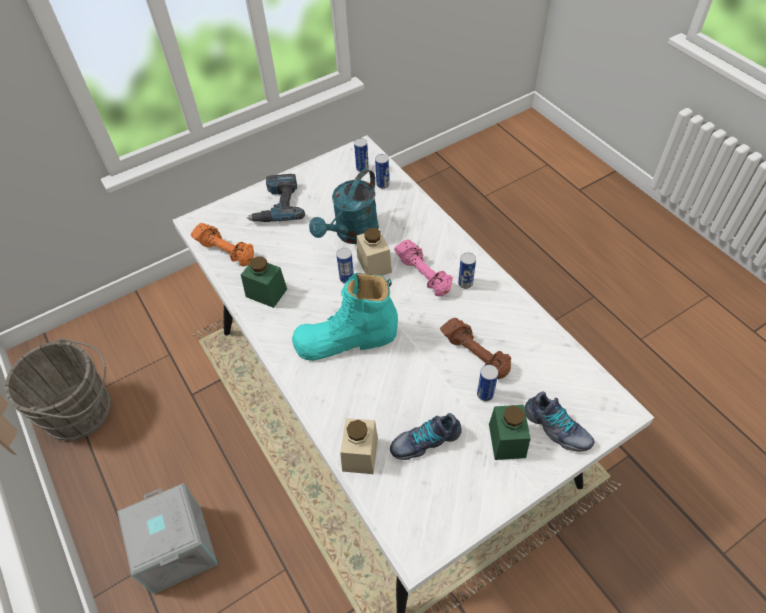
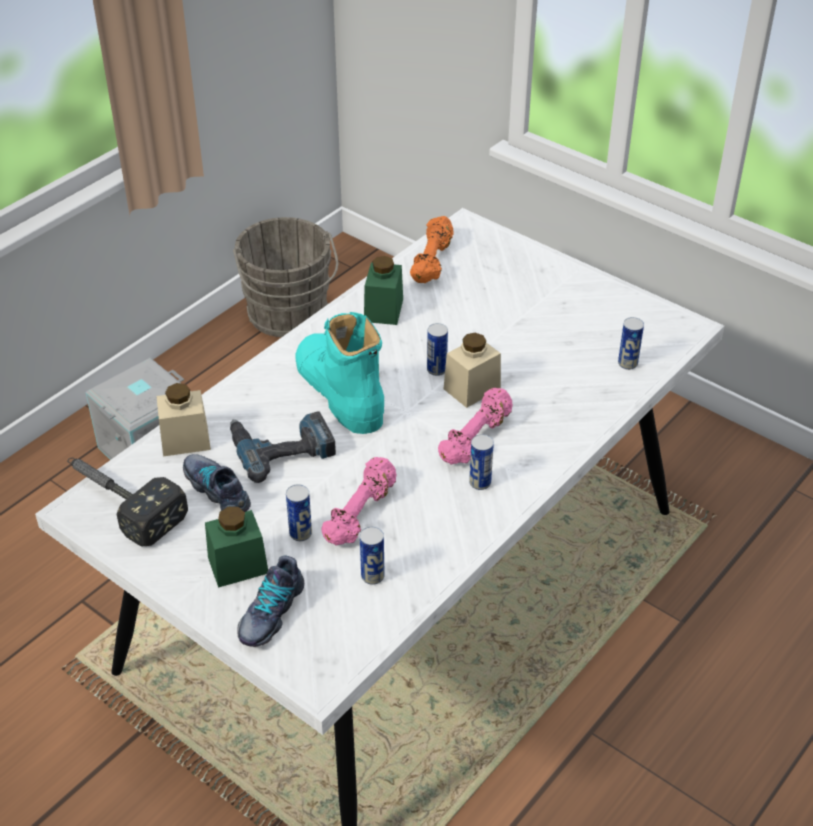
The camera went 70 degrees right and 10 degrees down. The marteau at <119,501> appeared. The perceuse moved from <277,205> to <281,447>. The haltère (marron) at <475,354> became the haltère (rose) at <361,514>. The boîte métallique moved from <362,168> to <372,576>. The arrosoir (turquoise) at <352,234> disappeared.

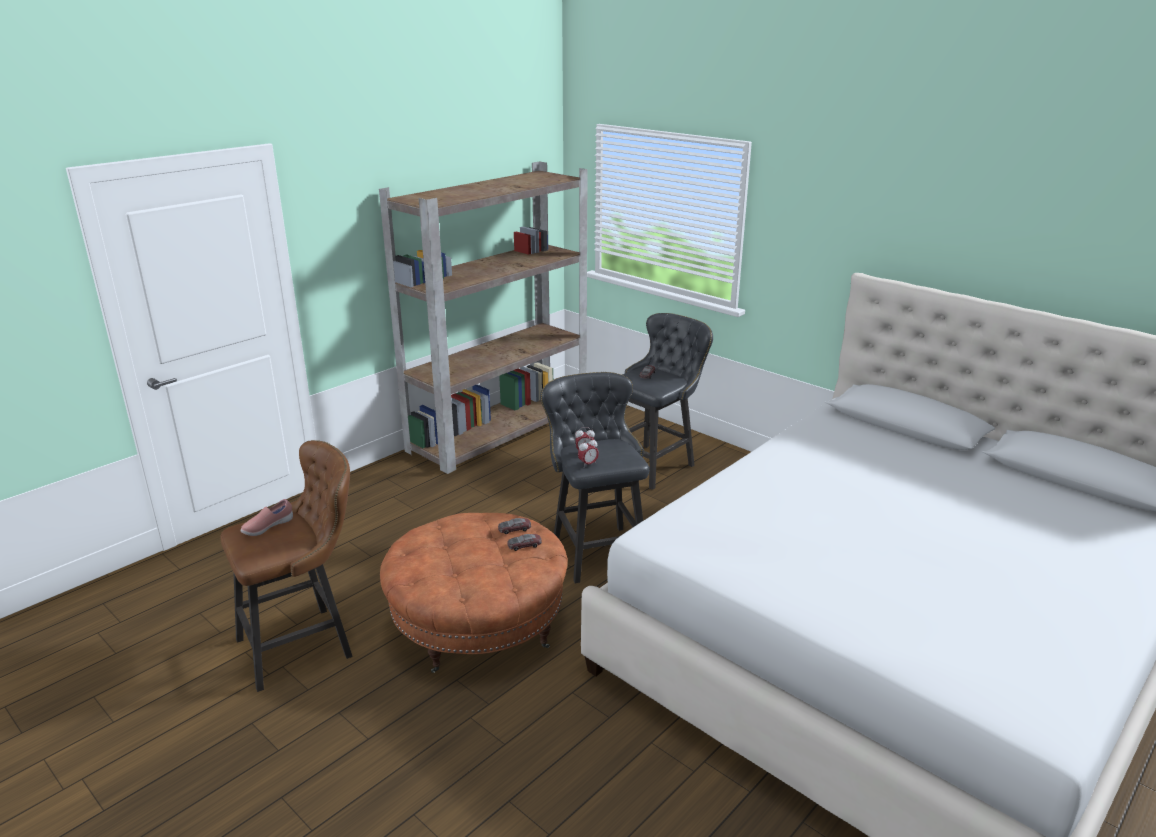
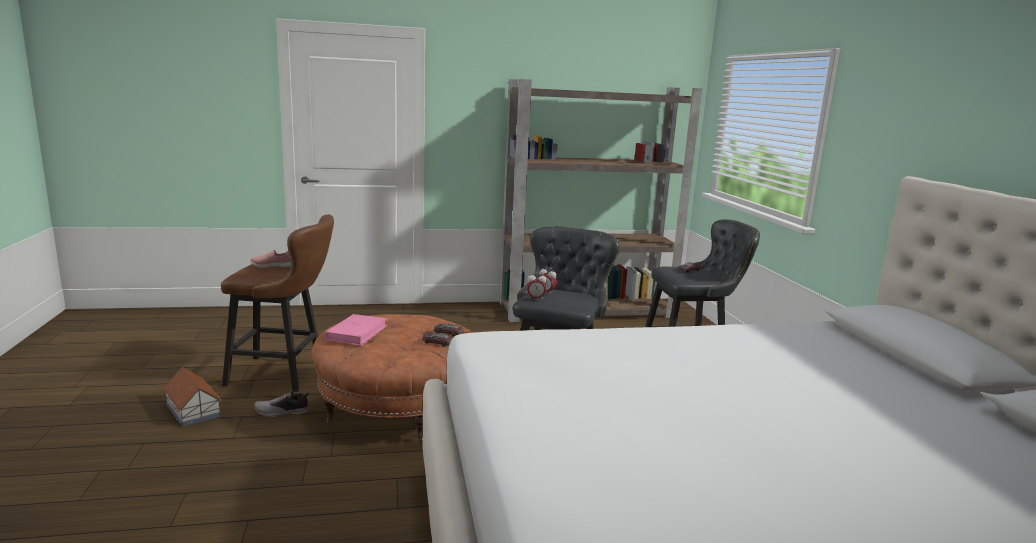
The camera went 35 degrees right and 10 degrees down. The maison miniature at <193,410> appeared. The chaussure at <282,412> appeared. The livre (rose) at <357,333> appeared.

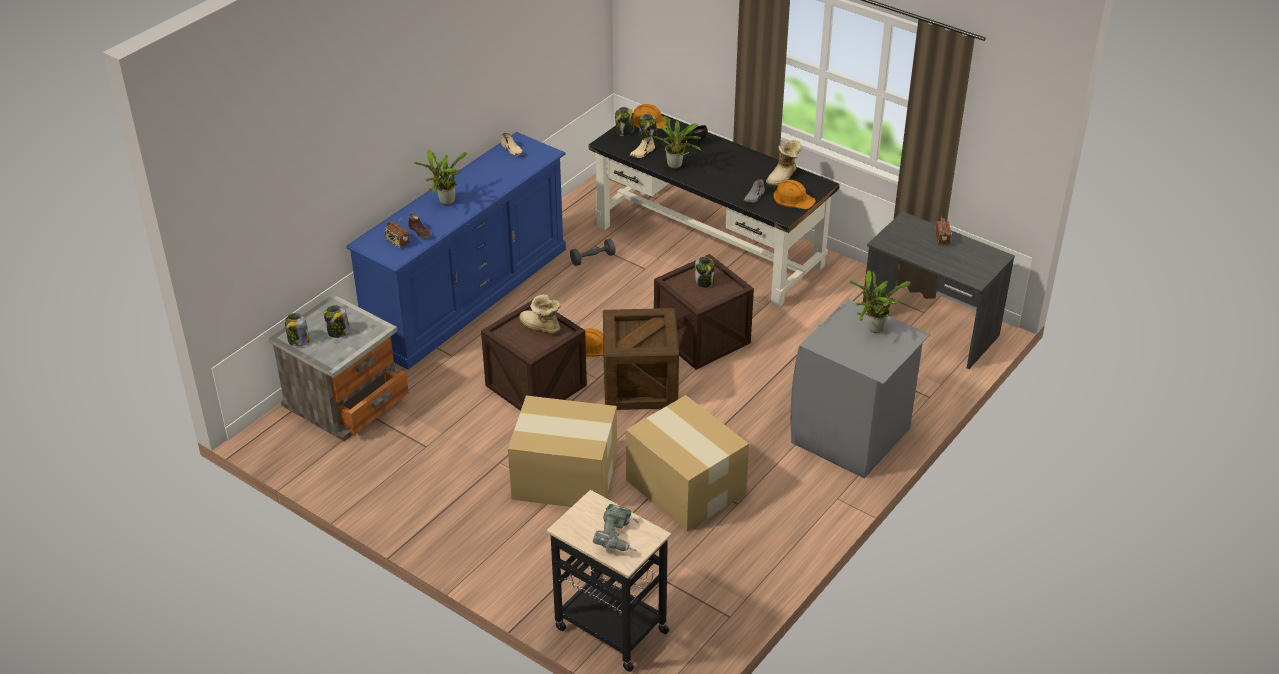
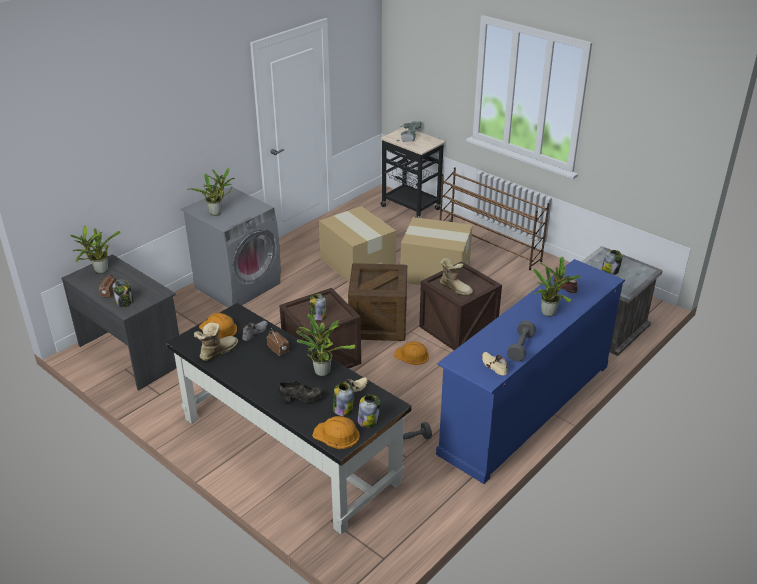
The camera went 175 degrees left and 5 degrees down. The plante en pot at <99,271> appeared. The bocal moved from <298,340> to <125,302>. The radio moved from <397,242> to <278,349>. The étagère à chaussures (marron) at <489,246> appeared. The haltère (gris) at <520,347> appeared.

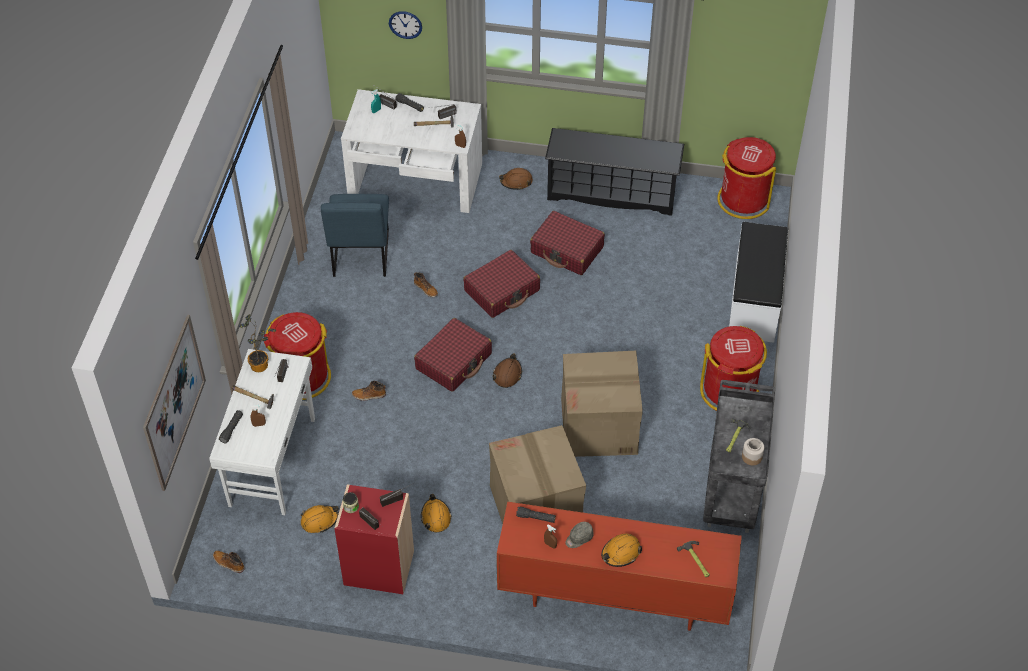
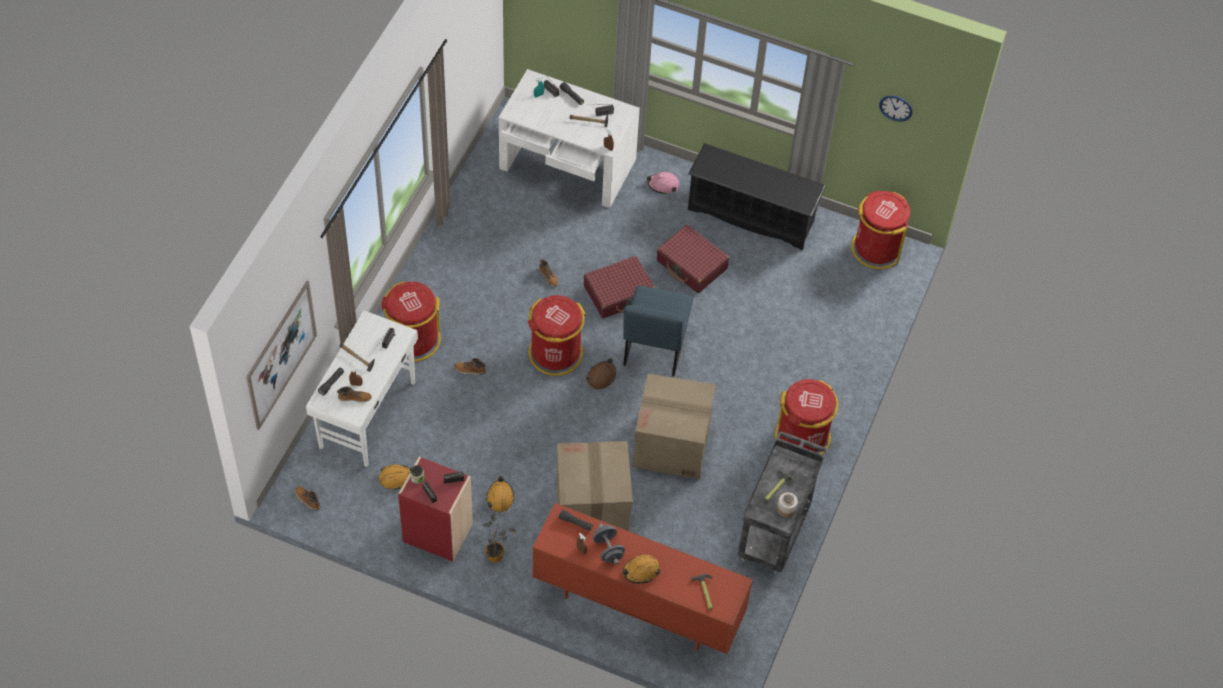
The camera went 10 degrees right and 5 degrees up. The botte at <355,397> appeared. The plante en pot moved from <262,364> to <497,555>. The valise (rouge) at <454,361> was replaced by the poubelle (rouge) at <555,353>. The casquette (gris) at <579,538> was replaced by the haltère (gris) at <608,549>. The chaise (bleu) moved from <360,255> to <654,347>. The casque de chantier (marron) at <516,182> became the casque de chantier (rose) at <663,185>. The horloge murale moved from <405,24> to <896,108>. The banc (blanc) at <755,300> disappeared.

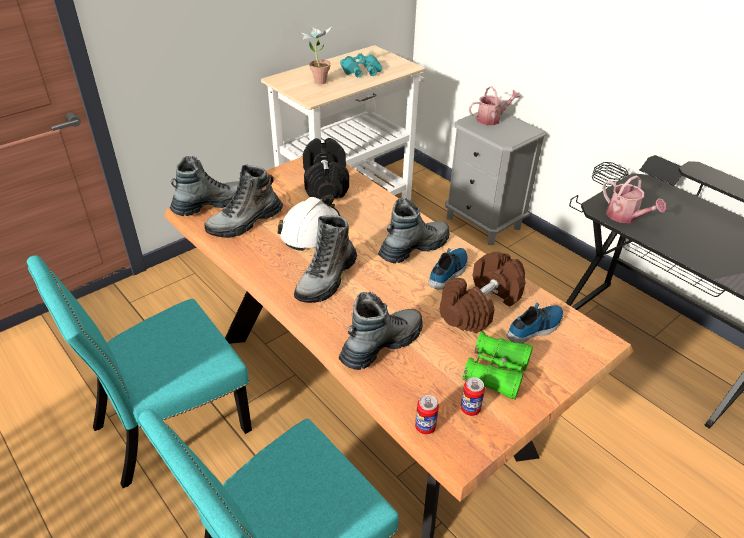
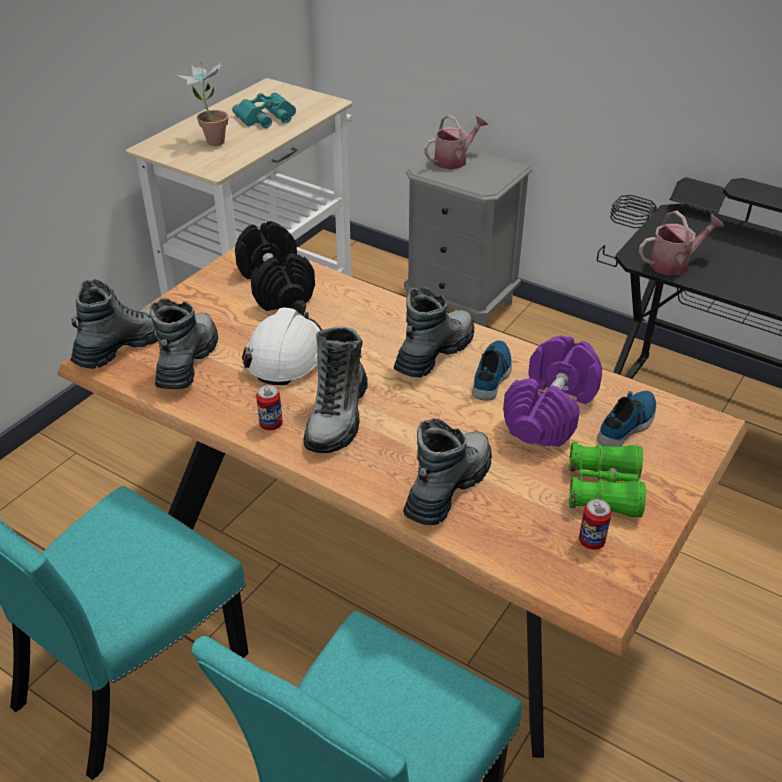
The camera went 15 degrees left and 0 degrees up. The botte at <245,222> turned 150 degrees clockwise. The boîte métallique moved from <425,427> to <271,425>. The haltère (marron) at <480,306> became the haltère (violet) at <549,411>. The arrosoir at <625,217> turned 60 degrees counterclockwise.

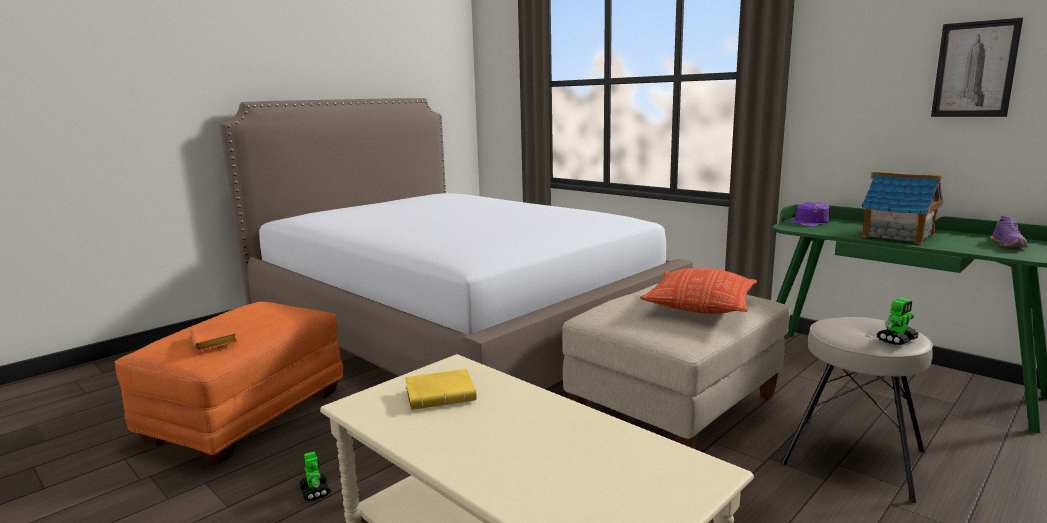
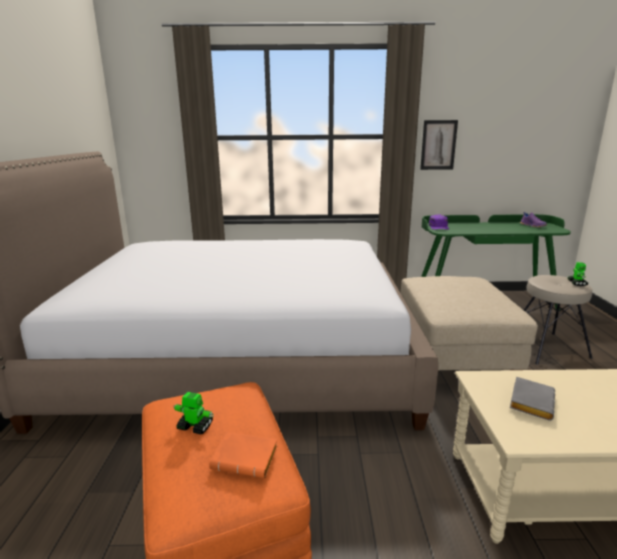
The camera went 45 degrees left and 5 degrees up. The robot jouet moved from <315,491> to <195,426>. The tableau moved from <975,69> to <438,145>. The livre (jaune) at <442,395> became the livre (gris) at <530,401>. The coussin (orange) at <700,307> disappeared. The maison miniature at <898,236> disappeared.

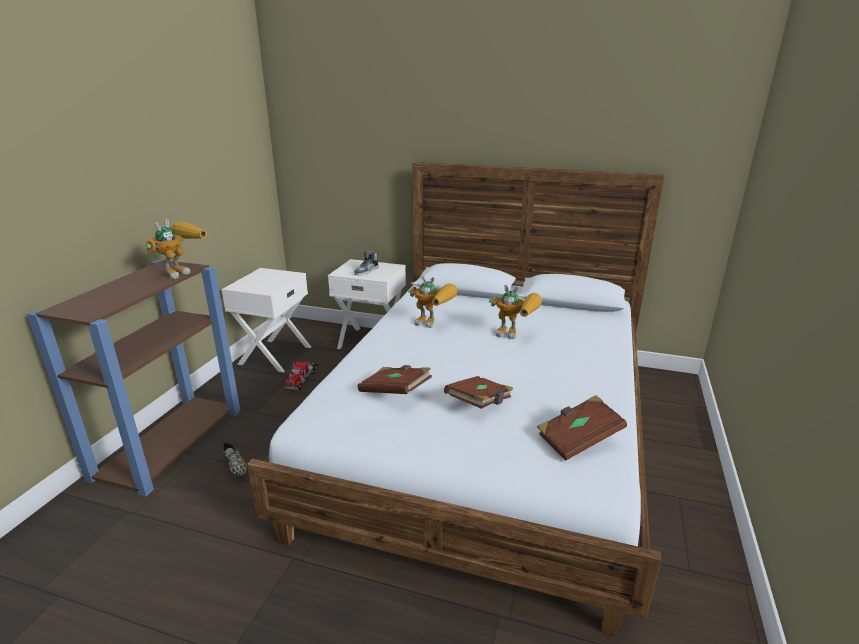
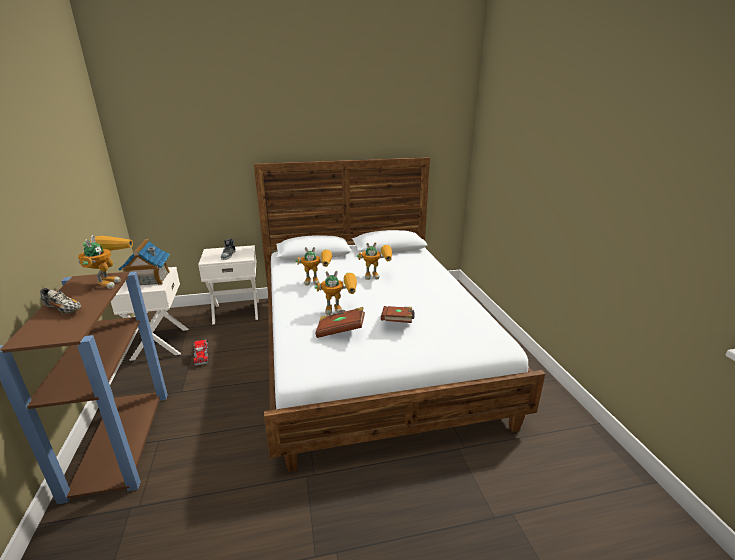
The camera went 30 degrees left and 0 degrees up. The chaussure moved from <235,467> to <64,309>. The maison miniature at <149,279> appeared. The robot jouet at <340,309> appeared. The livre (marron) at <578,439> disappeared.

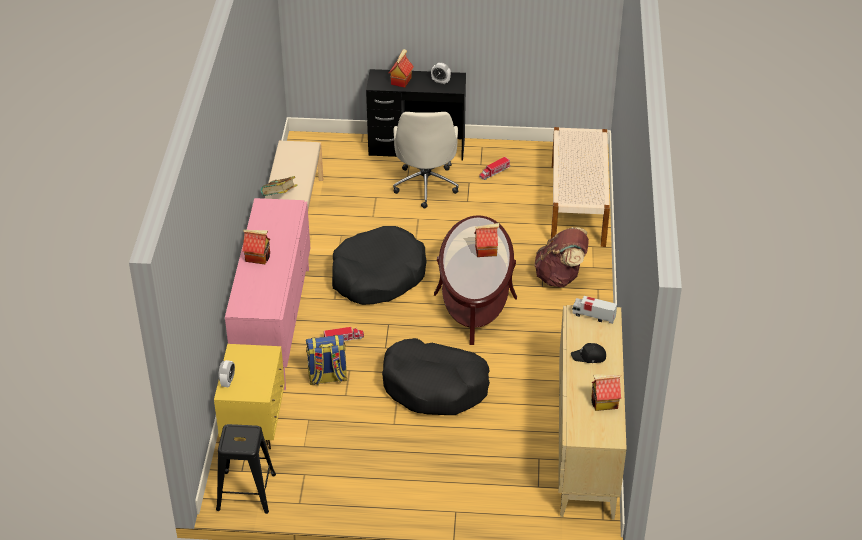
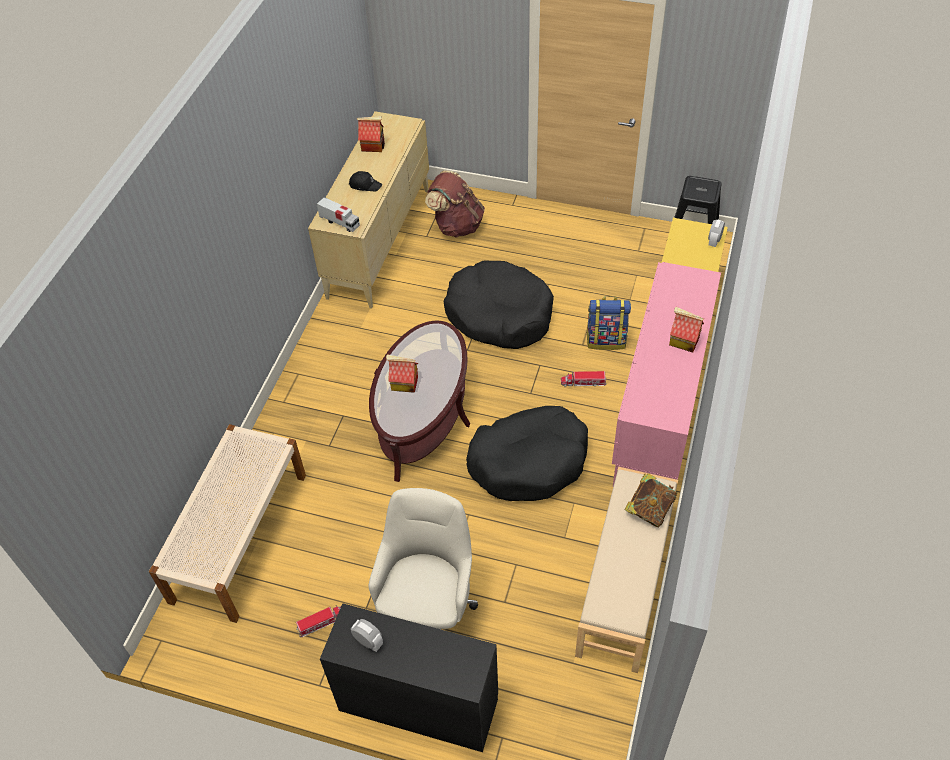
The camera went 165 degrees left and 10 degrees up. The sac à dos (marron) moved from <560,277> to <456,225>. The maison miniature at <401,81> disappeared.

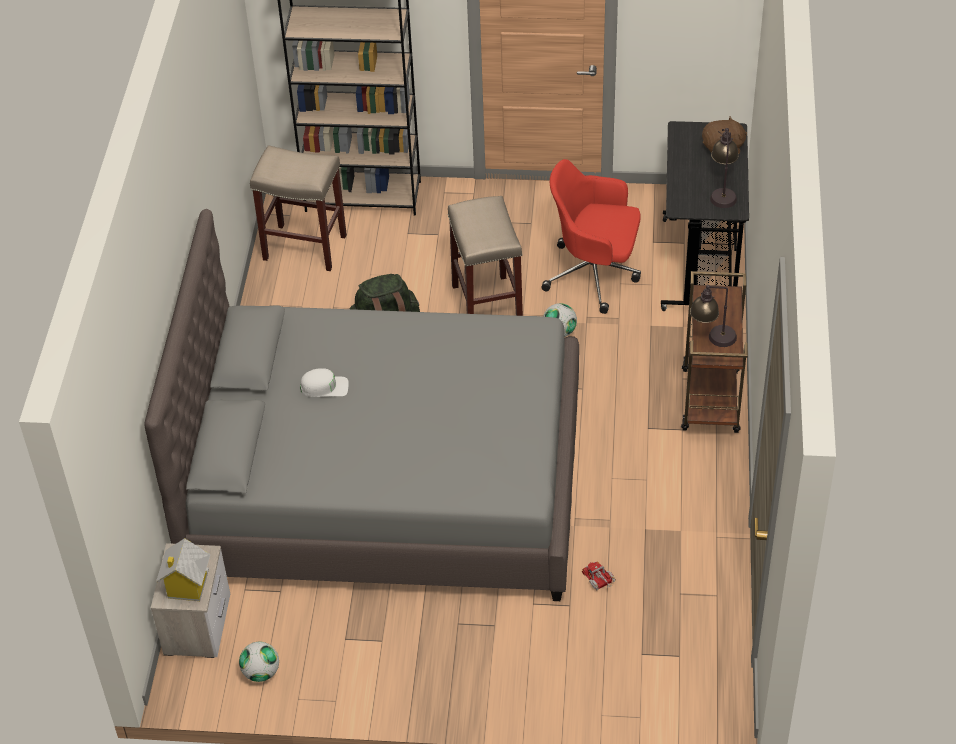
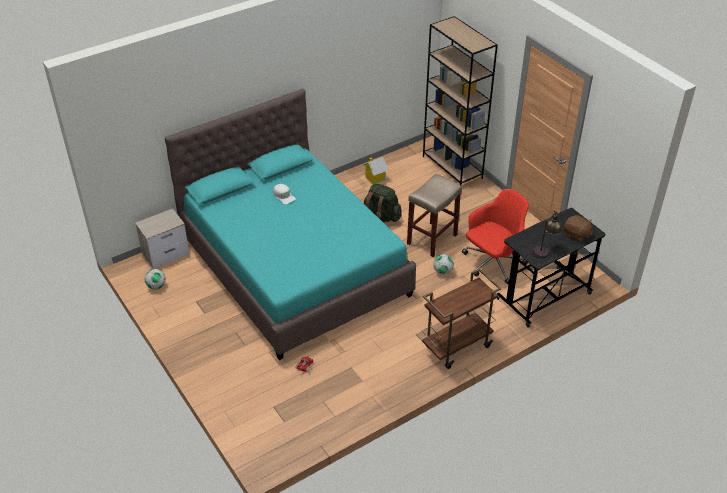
The camera went 50 degrees right and 5 degrees down. The lit (gris) at <386,482> became the lit (turquoise) at <294,265>. The maison miniature moved from <187,585> to <375,178>. The chaise de bureau (rouge) at <594,275> turned 75 degrees clockwise. The tabouret (beige) at <306,247> disappeared. The lampe de table at <712,339> disappeared.

